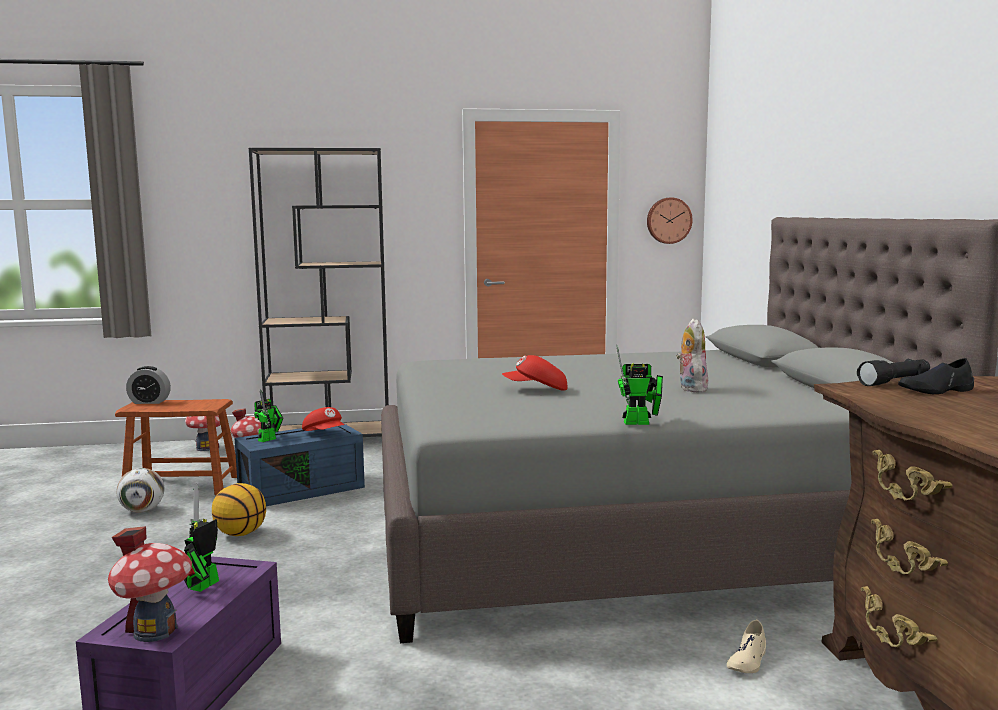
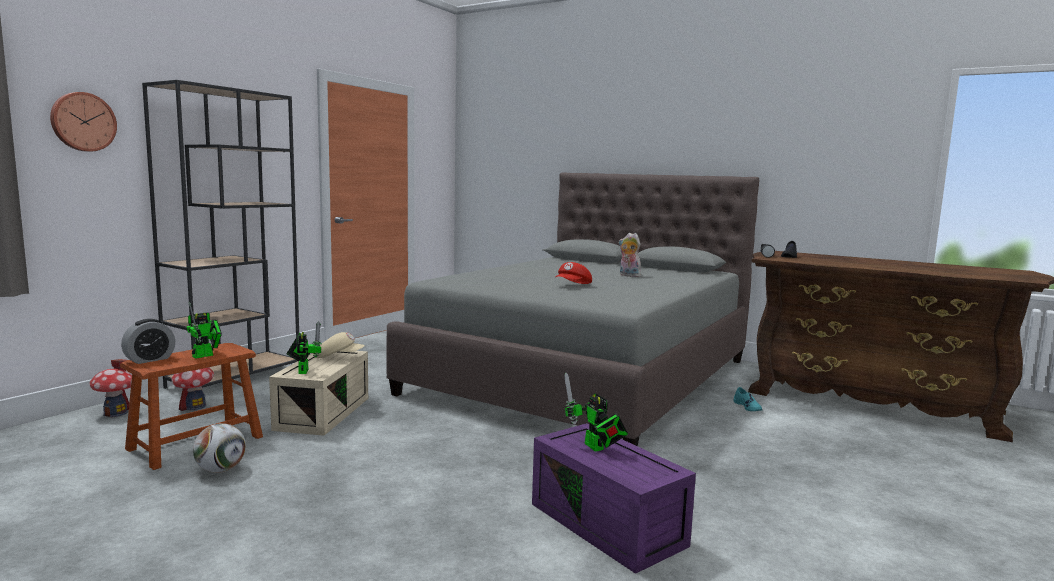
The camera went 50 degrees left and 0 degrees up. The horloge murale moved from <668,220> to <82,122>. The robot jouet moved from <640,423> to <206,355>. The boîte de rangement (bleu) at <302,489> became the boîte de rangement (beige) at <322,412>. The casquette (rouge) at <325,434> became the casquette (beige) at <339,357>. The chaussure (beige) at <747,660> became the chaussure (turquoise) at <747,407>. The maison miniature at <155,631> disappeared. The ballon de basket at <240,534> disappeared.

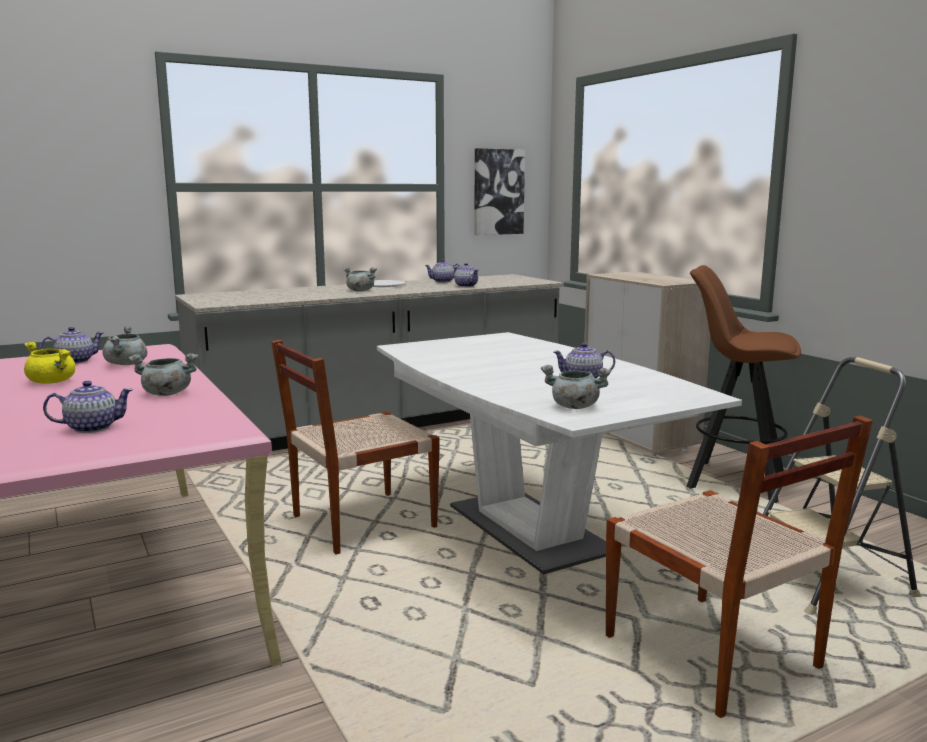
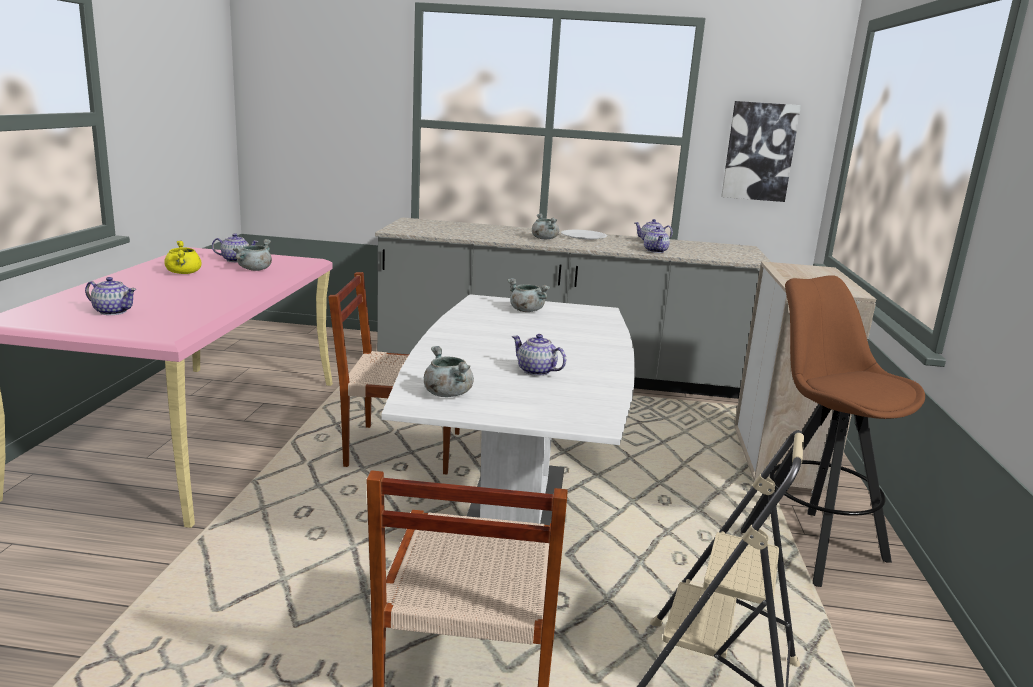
The camera went 35 degrees right and 5 degrees up. The marmite (gris) moved from <166,394> to <525,310>.

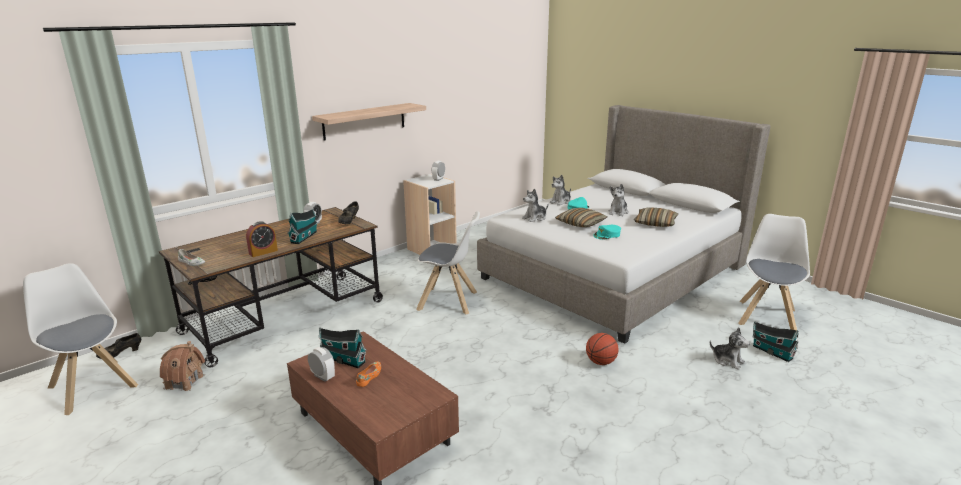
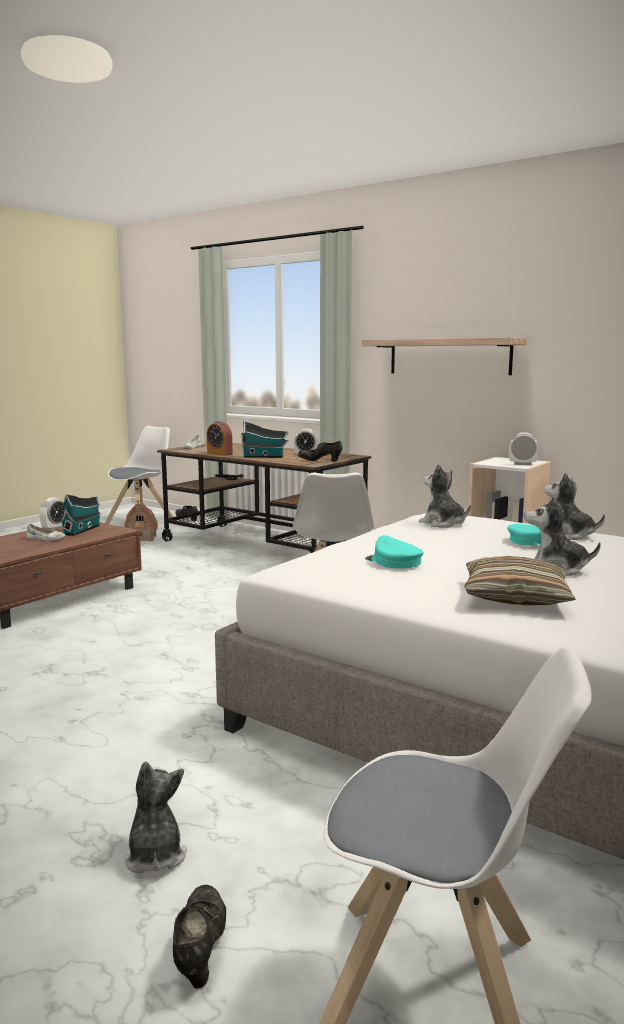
The camera went 80 degrees right and 10 degrees down. The chaussure (orange) at <370,377> became the chaussure (blanc) at <45,539>. The peluche at <727,361> turned 135 degrees clockwise. The maison miniature at <771,351> was replaced by the chaussure (noir) at <200,950>. The coussin at <580,223> disappeared. The ballon de basket at <600,362> disappeared.

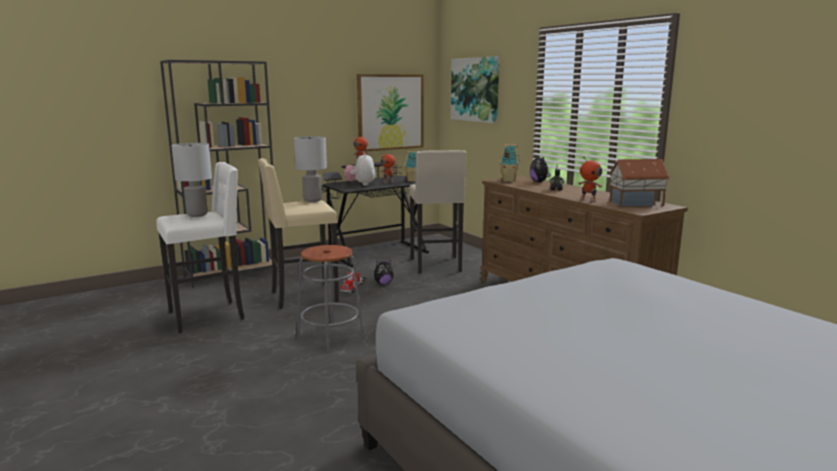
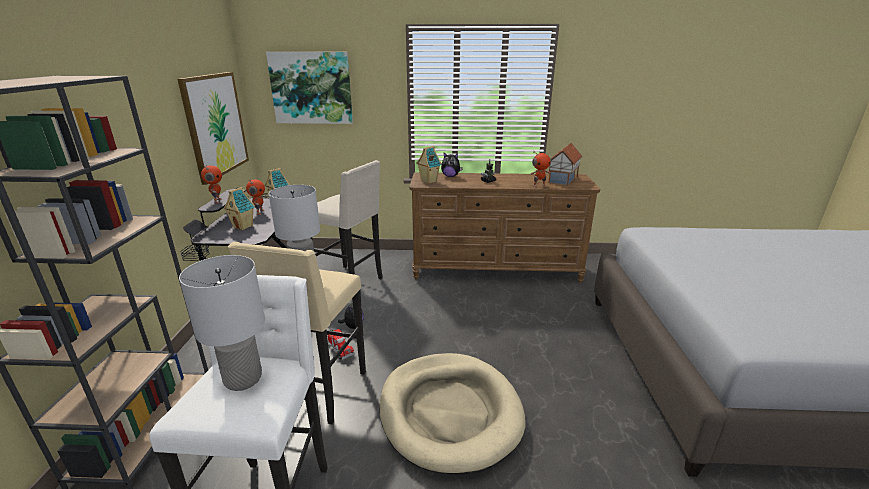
The camera went 55 degrees left and 10 degrees up. The peluche at <360,184> was replaced by the maison miniature at <243,226>. The tabouret (gris) at <330,337> was replaced by the panier pour chien (beige) at <449,412>.

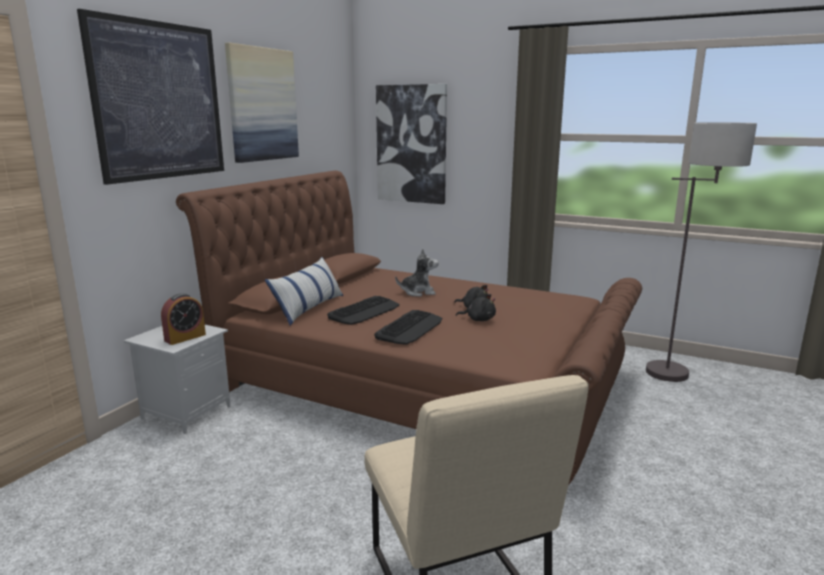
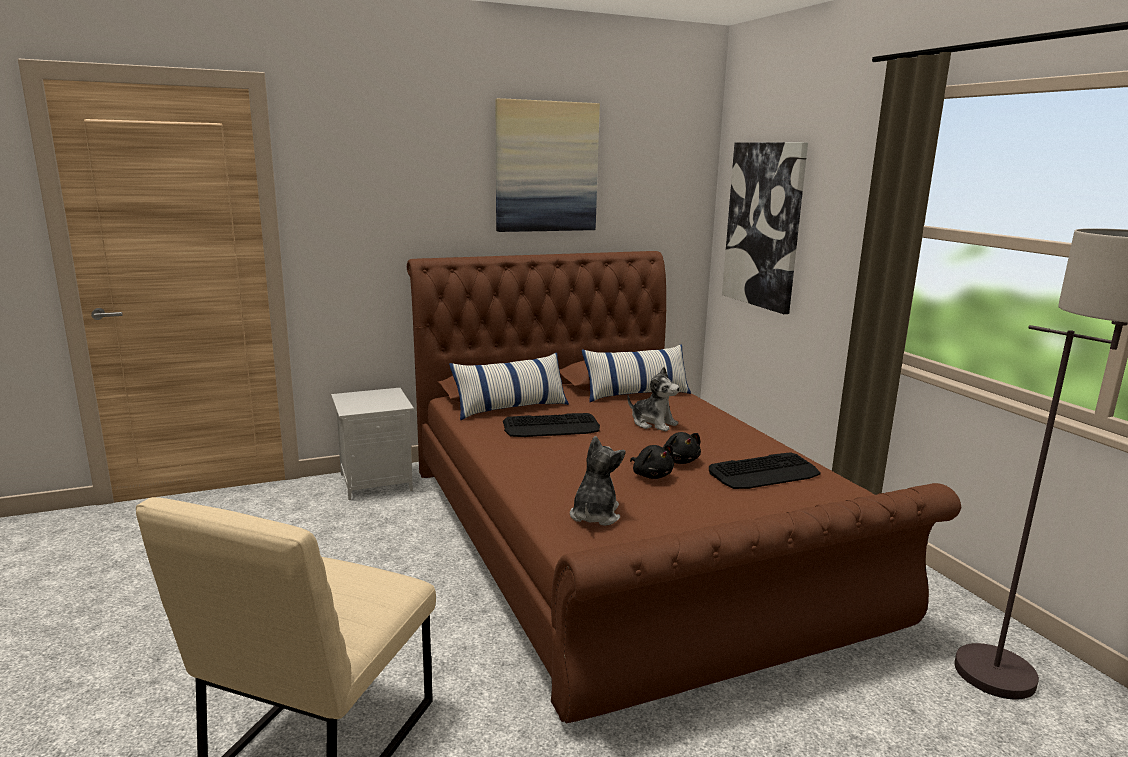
The camera went 40 degrees right and 0 degrees up. The peluche at <594,515> appeared. The coussin at <636,394> appeared. The clavier moved from <410,328> to <764,473>. The tableau at <159,101> disappeared. The réveil at <185,337> disappeared.

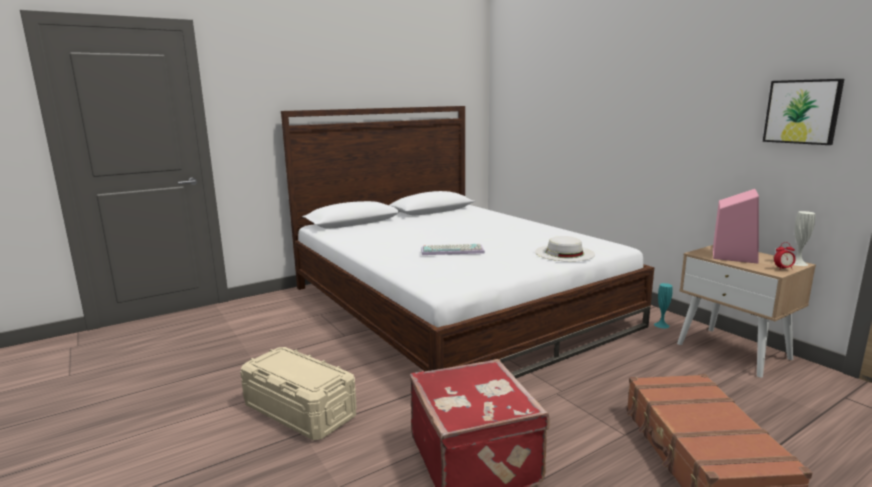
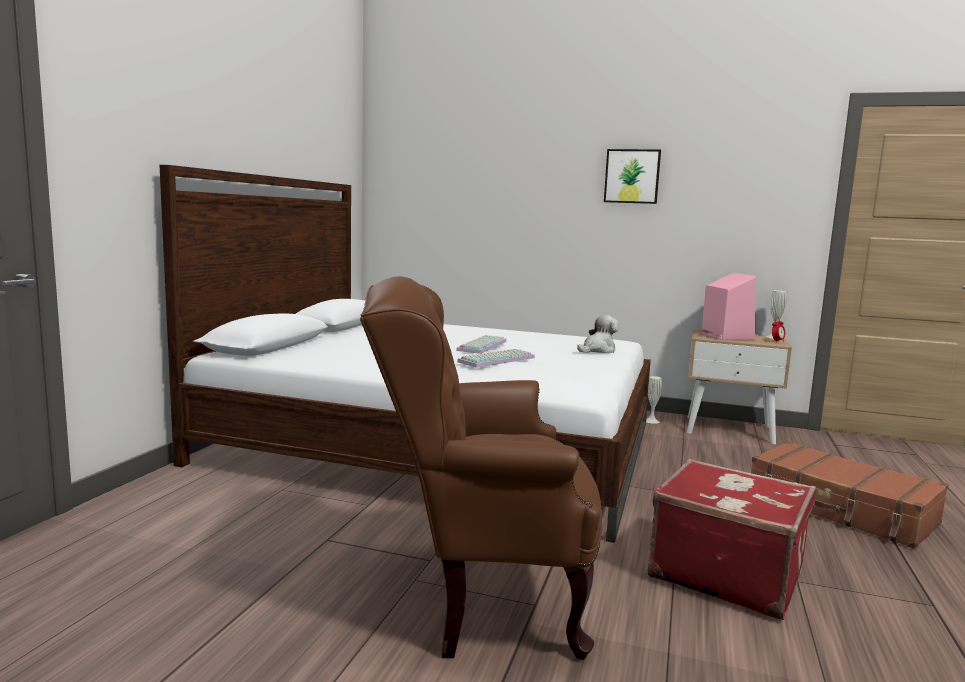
The camera went 40 degrees left and 5 degrees down. The boîte de rangement (beige) at <300,410> was replaced by the fauteuil (marron) at <478,601>. The clavier at <481,345> appeared. The chapeau (blanc) at <564,253> was replaced by the peluche at <598,350>. The tableau moved from <802,111> to <632,176>. The vase (turquoise) at <661,325> became the vase (blanc) at <651,421>.

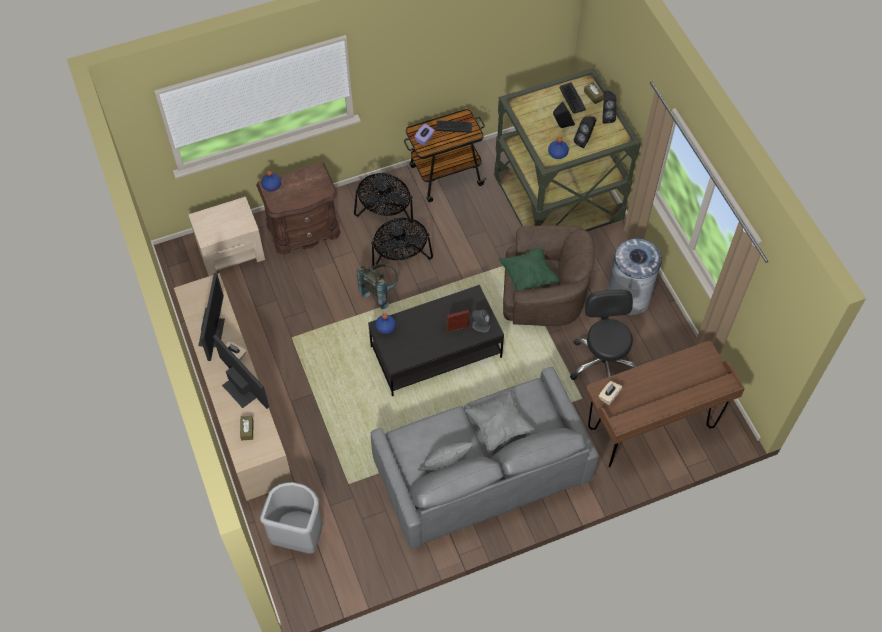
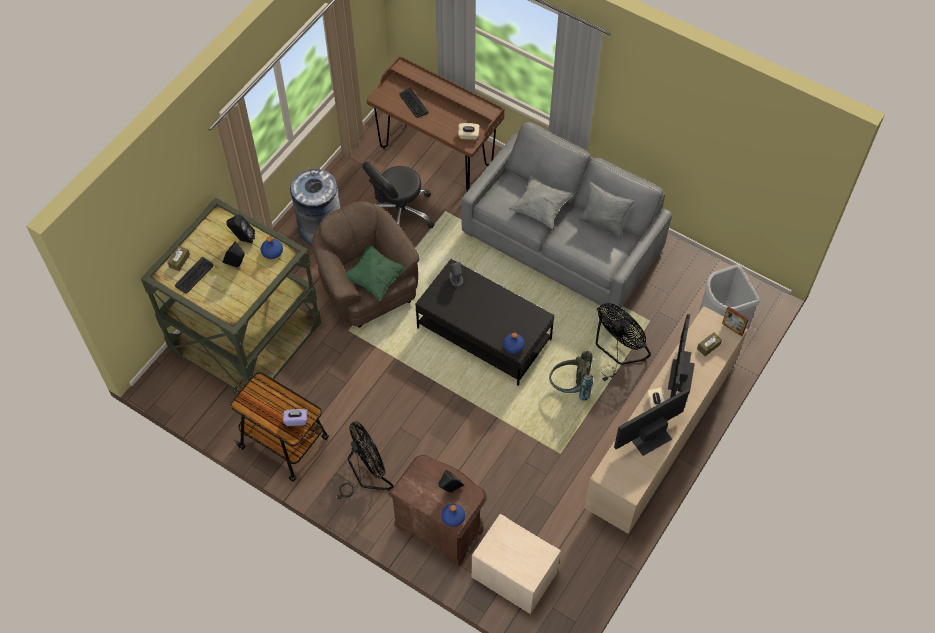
The camera went 125 degrees left and 0 degrees up. The clavier moved from <454,126> to <413,103>. The enceinte (noir) moved from <606,116> to <450,490>. The sac à dos (gris) moved from <380,291> to <570,387>. The ventilateur (noir) moved from <398,254> to <615,351>. The cadre photo moved from <457,328> to <732,328>.

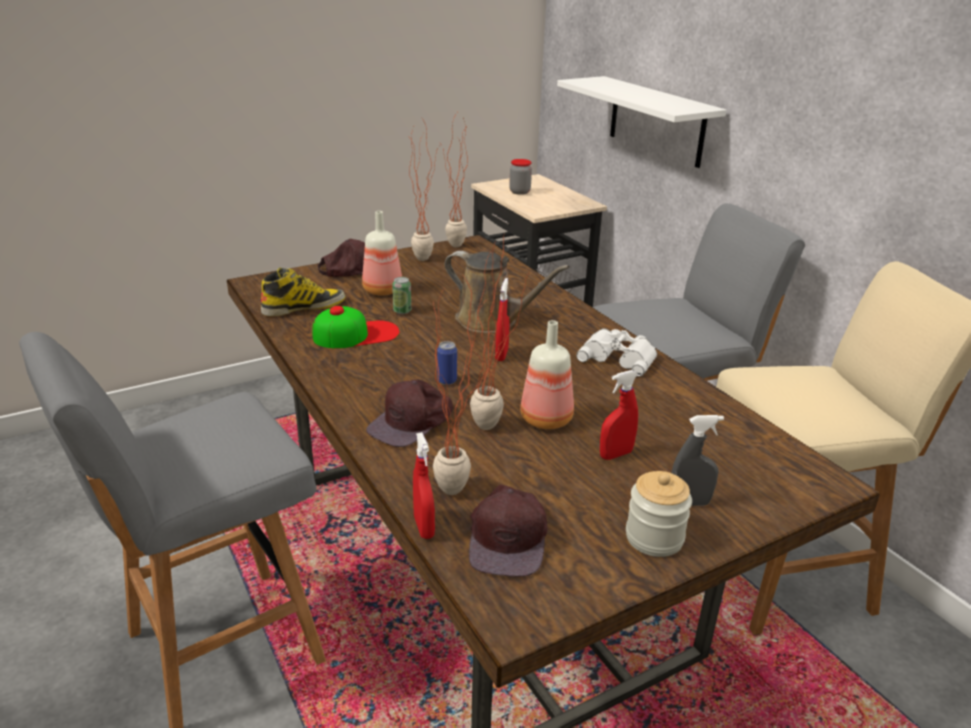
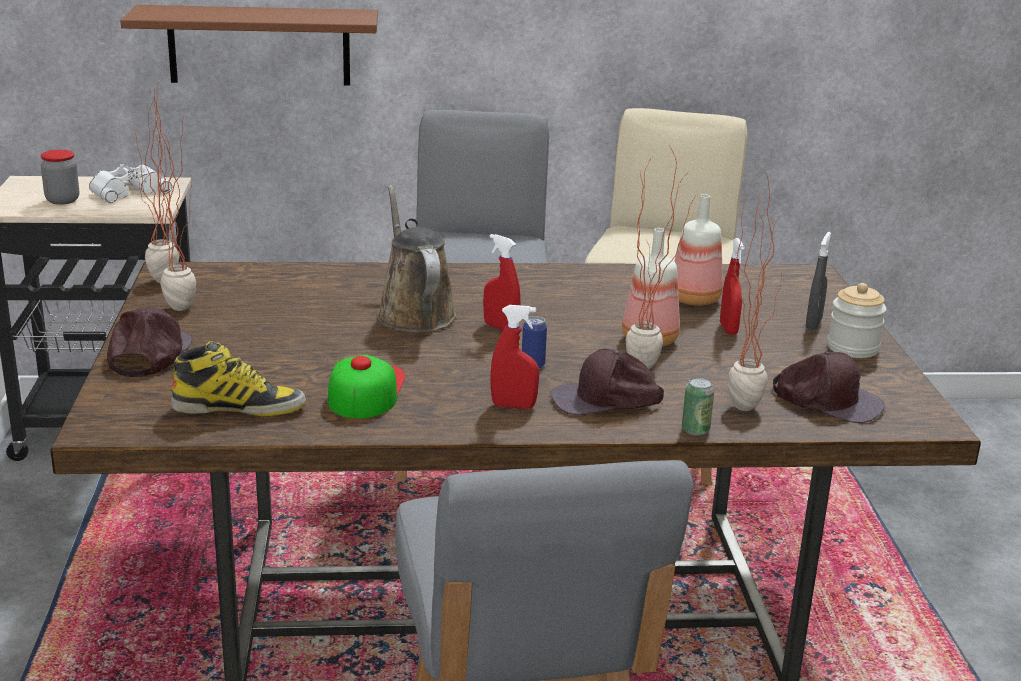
The camera went 65 degrees left and 5 degrees down. The jumelles (blanc) moved from <619,357> to <128,190>. The étagère (blanc) at <656,121> became the étagère (marron) at <259,45>. The botte at <304,307> turned 90 degrees clockwise. The arrosoir (marron) at <491,321> turned 75 degrees counterclockwise. The vaporisateur (rouge) moved from <424,527> to <513,406>. The casquette (marron) at <412,422> turned 105 degrees clockwise. The bouteille moved from <382,290> to <692,299>. The boîte métallique moved from <402,311> to <695,430>.

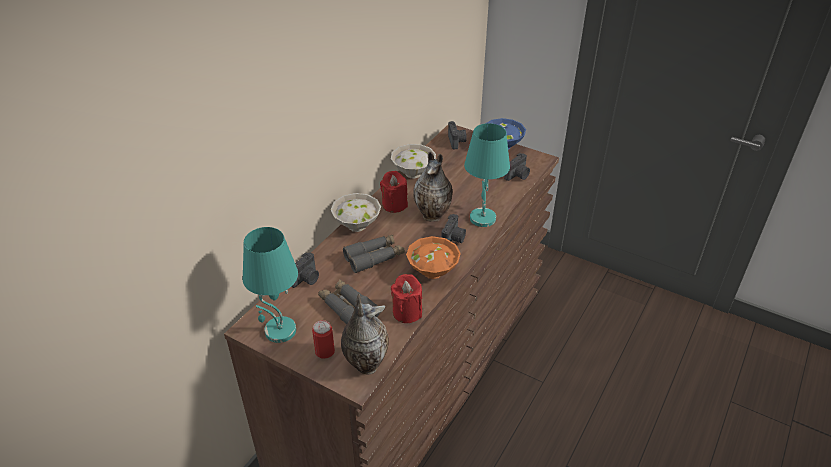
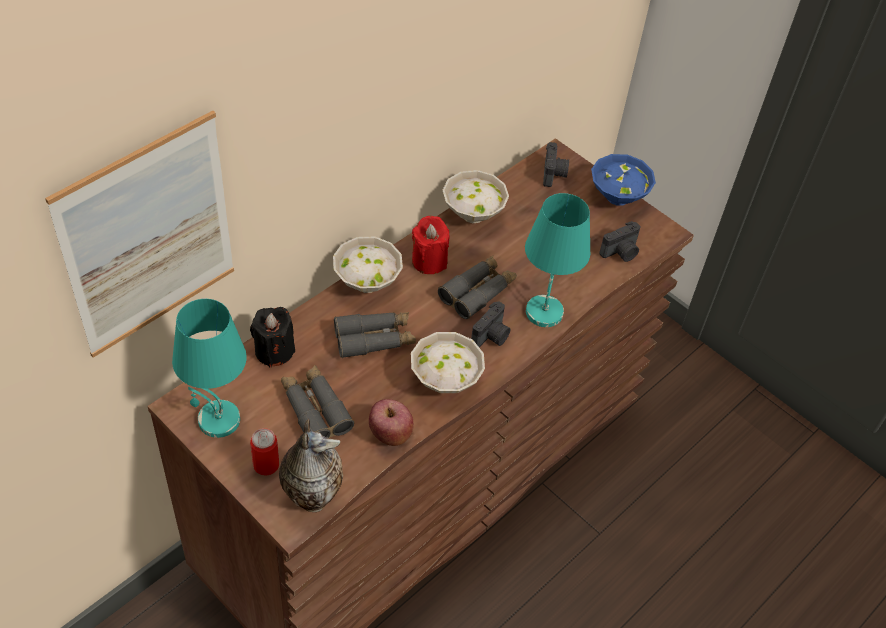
The camera went 10 degrees right and 10 degrees up. The tableau at <149,237> appeared. The appareil photo at <306,279> was replaced by the bougie (noir) at <274,351>. The bougie (rouge) at <407,312> was replaced by the pomme at <390,434>. The bol (orange) at <434,272> became the bol (blanc) at <447,382>. The vase at <434,216> was replaced by the jumelles (gris) at <477,292>.

